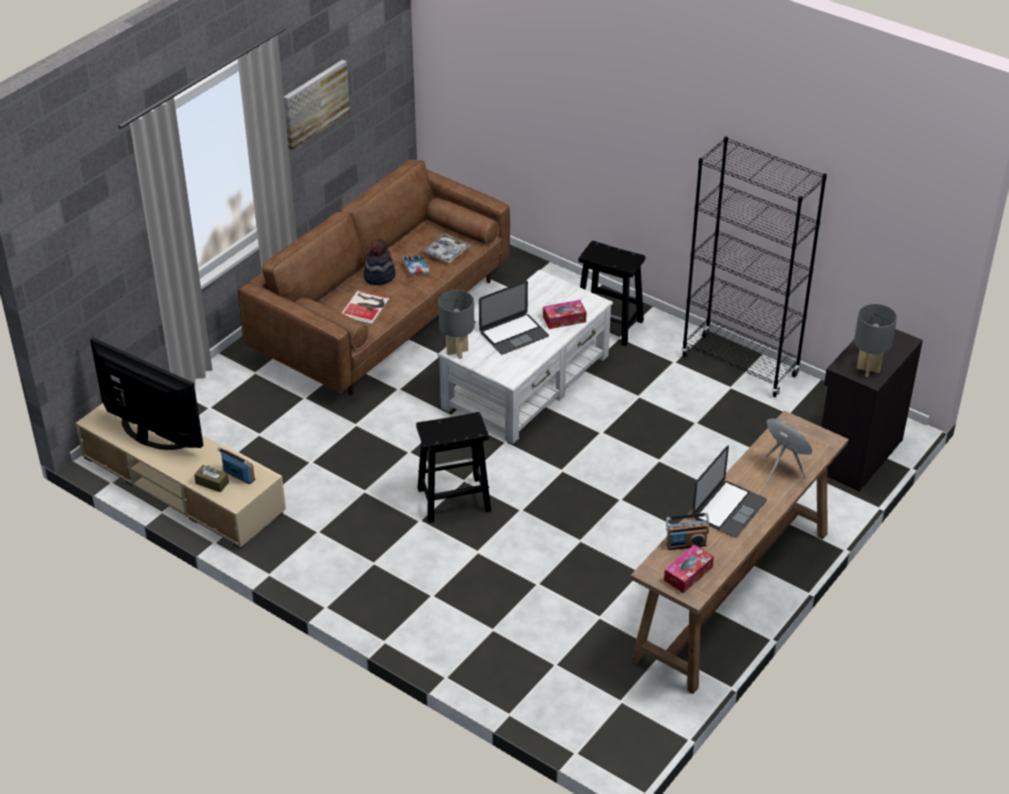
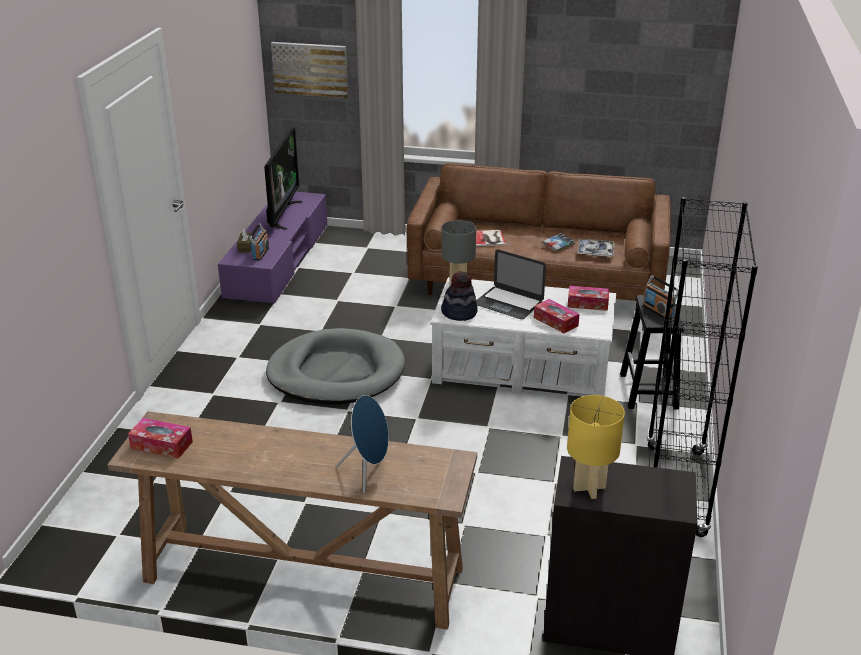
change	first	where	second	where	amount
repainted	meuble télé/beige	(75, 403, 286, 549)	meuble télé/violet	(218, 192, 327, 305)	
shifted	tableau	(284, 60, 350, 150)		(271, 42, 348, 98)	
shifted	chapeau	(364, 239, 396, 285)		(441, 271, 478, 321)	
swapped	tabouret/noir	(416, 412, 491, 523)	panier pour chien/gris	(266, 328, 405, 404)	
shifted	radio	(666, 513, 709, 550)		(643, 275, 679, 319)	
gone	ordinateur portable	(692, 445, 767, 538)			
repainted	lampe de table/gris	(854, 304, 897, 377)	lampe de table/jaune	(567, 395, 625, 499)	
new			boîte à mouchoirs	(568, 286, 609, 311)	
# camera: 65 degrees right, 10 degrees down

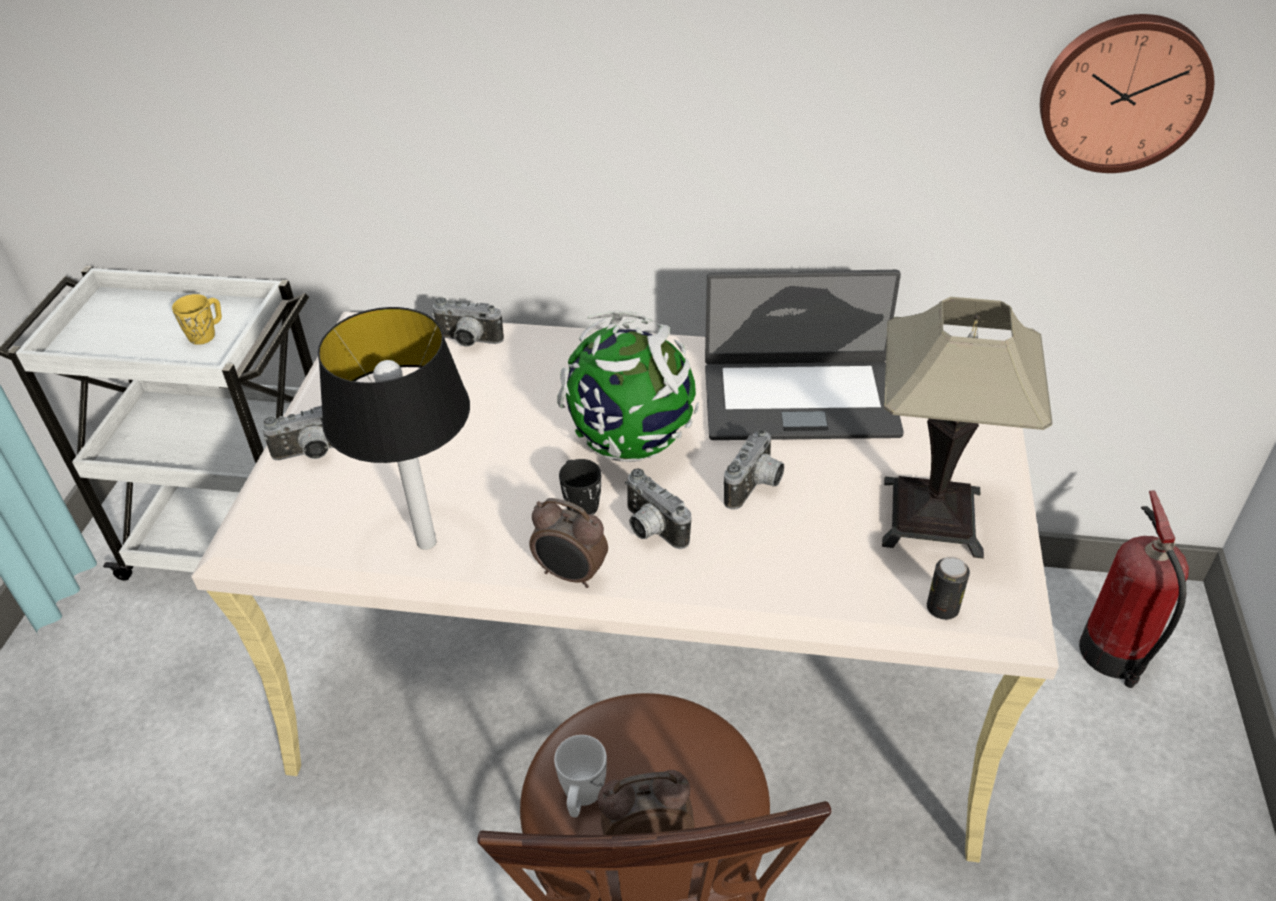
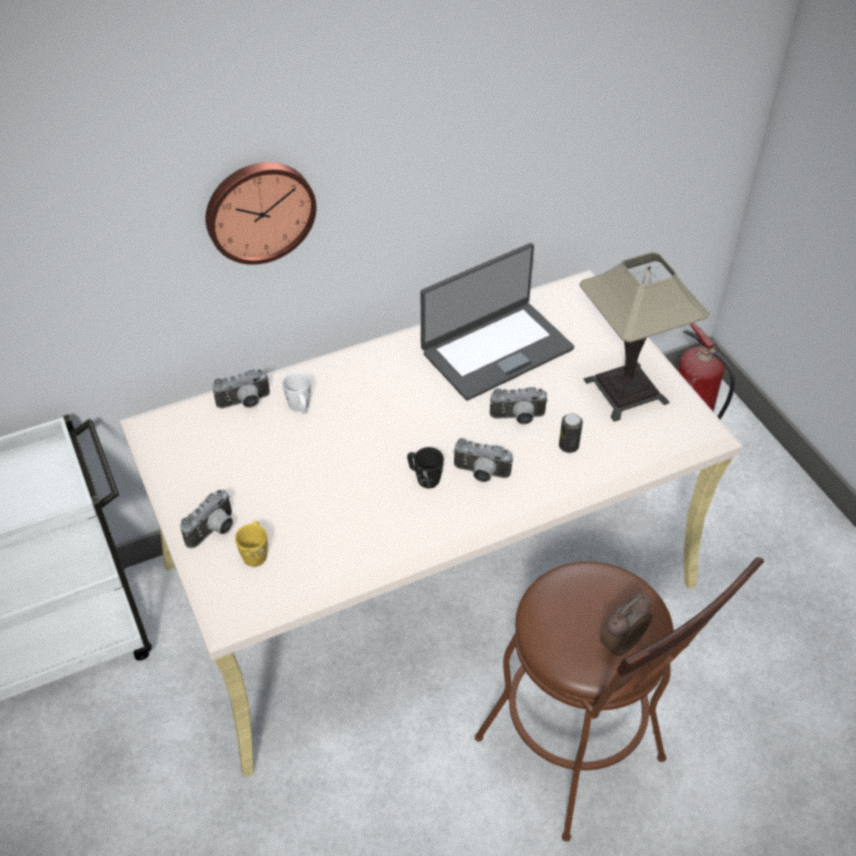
change	first	where	second	where	amount
shifted	mug/jaune	(172, 294, 222, 345)		(235, 521, 268, 567)	
gone	lampe de table	(318, 307, 470, 550)			
gone	réveil	(529, 498, 608, 588)			
shifted	mug/blanc	(554, 735, 607, 817)		(282, 372, 311, 414)	
gone	globe	(557, 310, 699, 462)			
rotated	appareil photo	(724, 430, 784, 510)		(490, 387, 548, 425)	90 degrees clockwise
shifted	boîte métallique	(927, 557, 970, 620)		(559, 413, 583, 453)	
shifted	horloge murale	(1040, 14, 1214, 173)		(206, 162, 316, 265)	
# camera: 35 degrees left, 5 degrees up

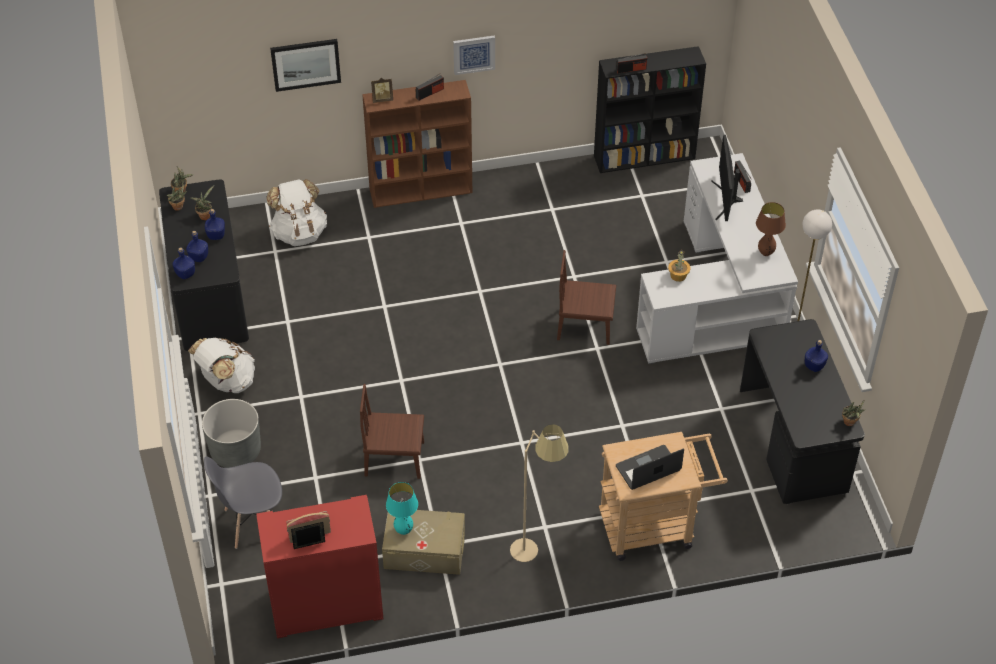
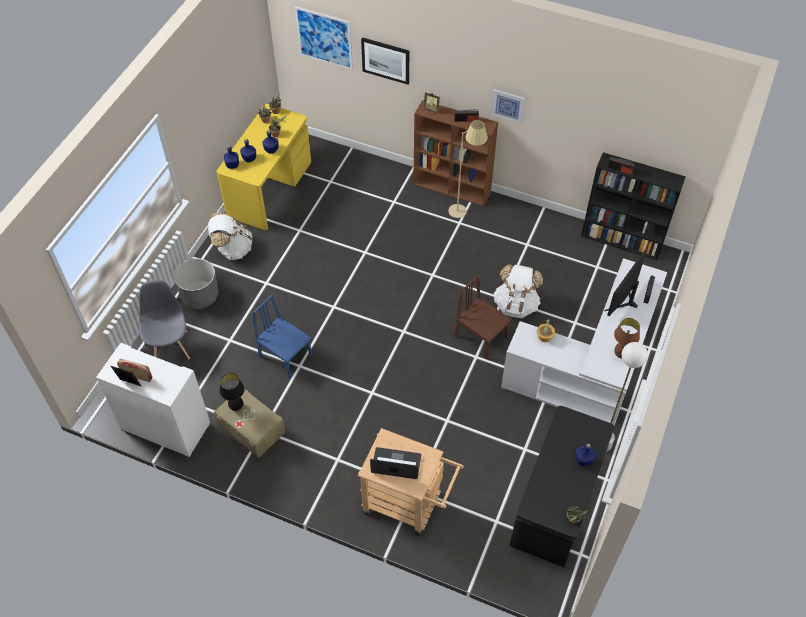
change	first	where	second	where	amount
repainted	bureau/noir	(159, 179, 249, 351)	bureau/jaune	(217, 104, 311, 230)	
rotated	chaise/gris	(204, 456, 282, 549)		(139, 280, 190, 359)	60 degrees clockwise
repainted	meuble de rangement/rouge	(256, 495, 384, 639)	meuble de rangement/blanc	(96, 343, 210, 458)	
shifted	sac à dos/blanc	(266, 179, 327, 246)		(494, 264, 543, 318)	
repainted	chaise/marron	(360, 384, 424, 479)	chaise/bleu	(253, 295, 313, 379)	
repainted	lampe de table/turquoise	(386, 482, 418, 535)	lampe de table/noir	(220, 373, 245, 411)	
shifted	lampadaire/beige	(510, 424, 569, 562)		(448, 120, 488, 218)	
new			tableau	(295, 6, 353, 70)	
# camera: 35 degrees right, 5 degrees up

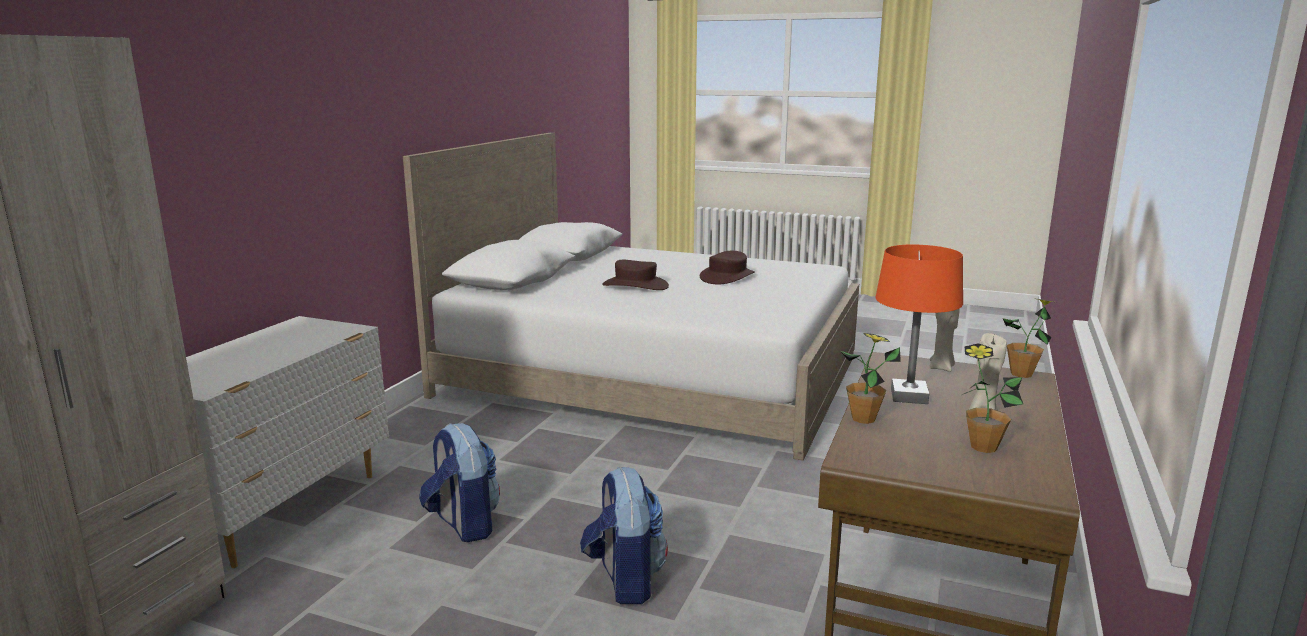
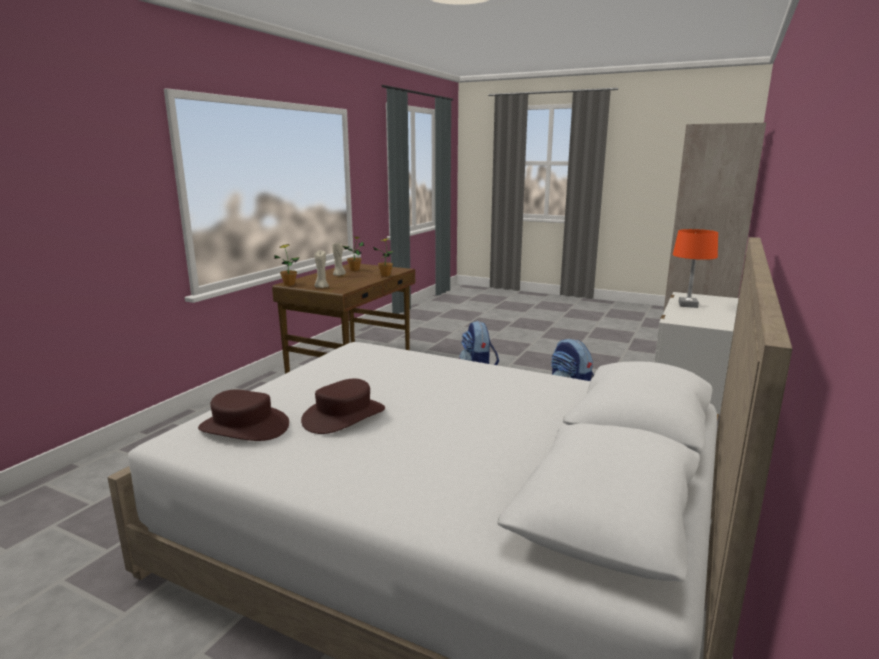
change	first	where	second	where	amount
shifted	chapeau/marron	(602, 260, 669, 290)		(198, 389, 289, 441)	
shifted	lampe de table/orange	(875, 244, 963, 404)		(673, 229, 718, 308)	
# camera: 175 degrees left, 0 degrees up

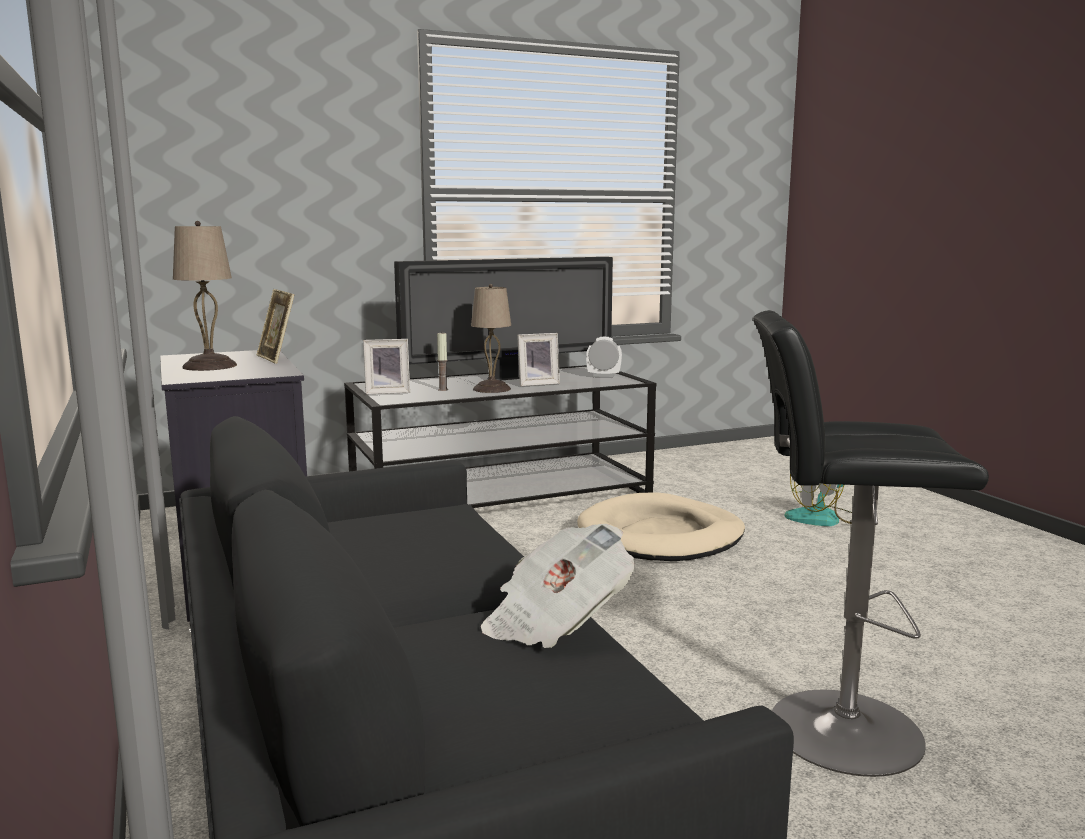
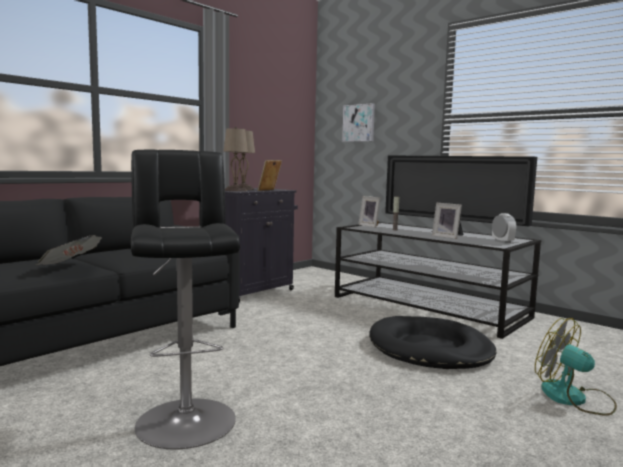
change	first	where	second	where	amount
shifted	lampe de table/beige	(471, 284, 511, 393)		(223, 127, 248, 191)	
repainted	panier pour chien/beige	(577, 492, 745, 561)	panier pour chien/noir	(369, 316, 496, 369)	
new			tableau	(342, 103, 375, 142)	
# camera: 65 degrees right, 5 degrees down

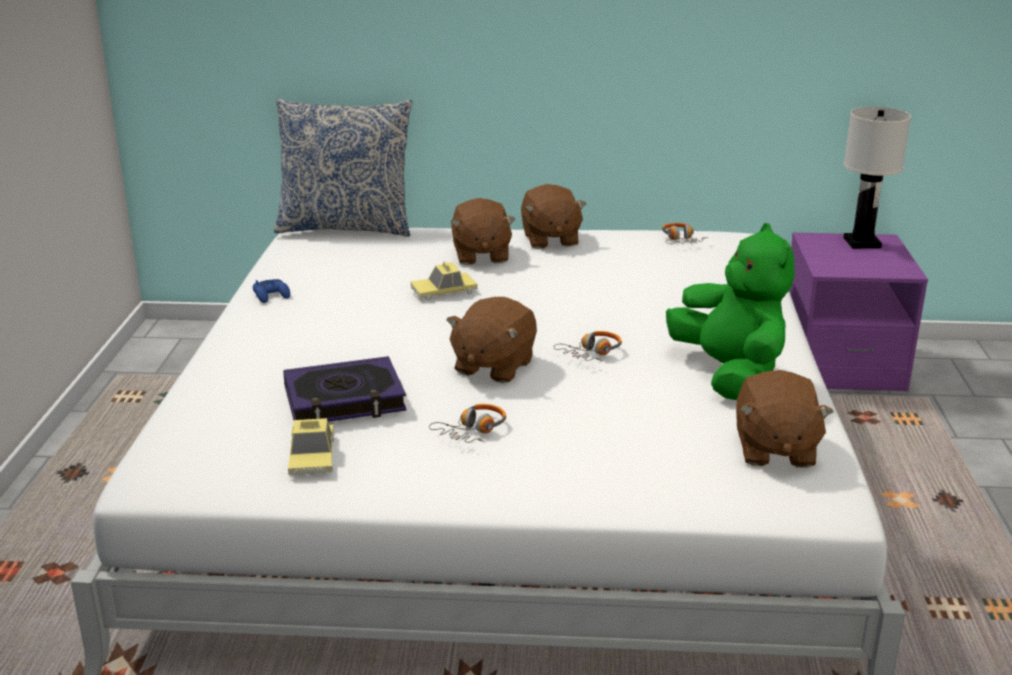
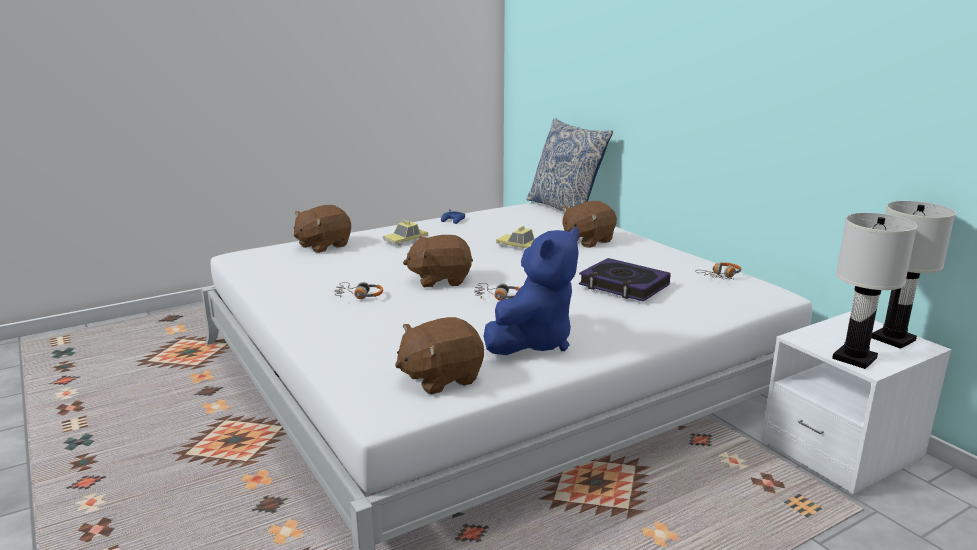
change	first	where	second	where	amount
shifted	livre	(283, 356, 406, 422)		(579, 258, 671, 302)	
shifted	petite voiture	(288, 418, 334, 476)		(383, 220, 428, 246)	
shifted	peluche/marron	(521, 184, 586, 249)		(294, 205, 351, 253)	
repainted	peluche/vert	(666, 223, 794, 400)	peluche/bleu	(483, 227, 579, 355)	
repainted	table de chevet/violet	(789, 233, 928, 392)	table de chevet/blanc	(761, 311, 952, 494)	
new			lampe de table/blanc	(832, 213, 917, 369)	
# camera: 55 degrees right, 5 degrees down

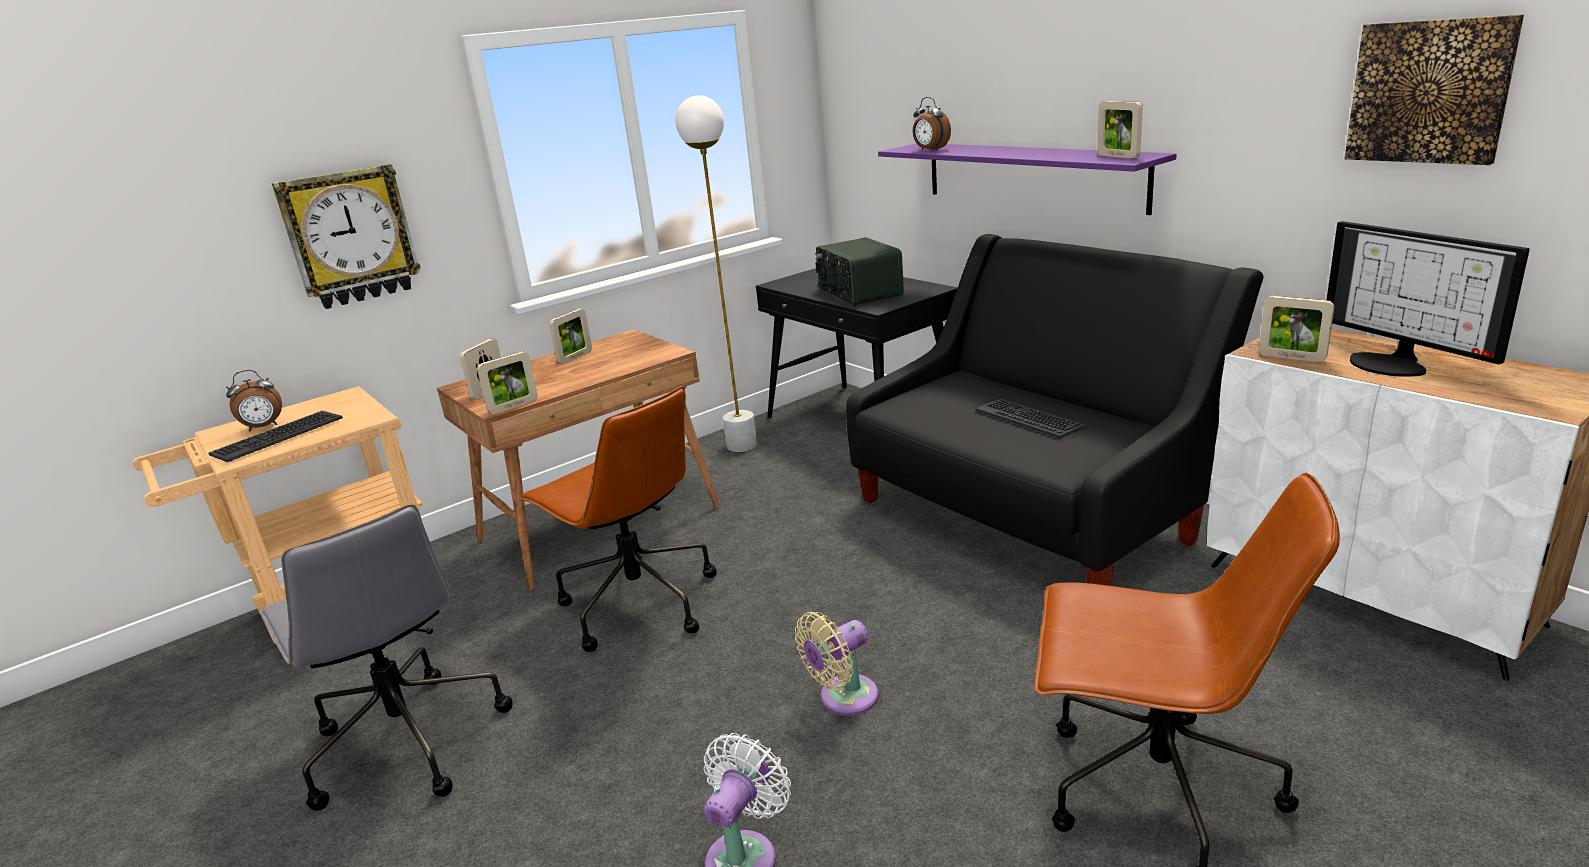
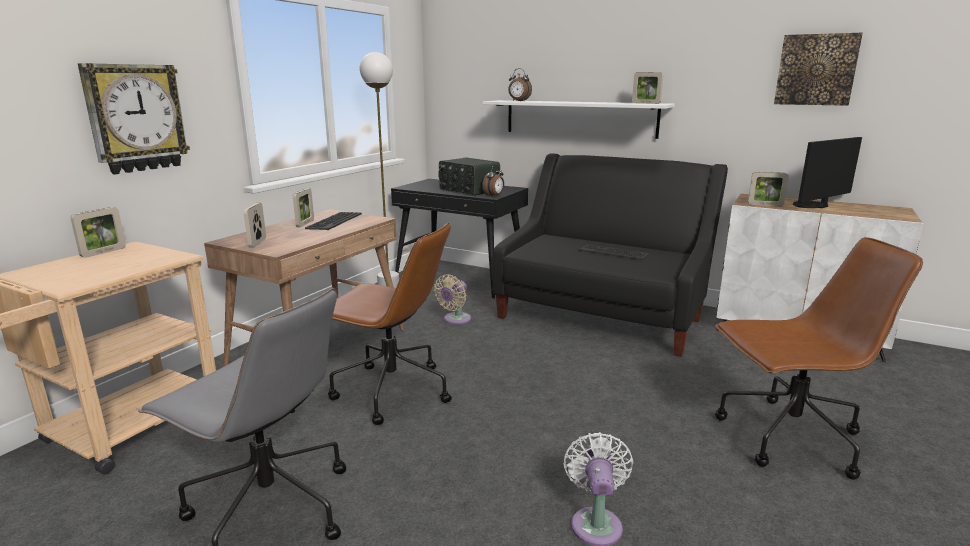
change	first	where	second	where	amount
shifted	clavier	(208, 411, 343, 462)		(305, 212, 362, 230)	
shifted	réveil	(226, 370, 282, 431)		(482, 165, 504, 197)	
shifted	cadre photo	(477, 351, 538, 414)		(71, 207, 126, 258)	
shifted	ventilateur/beige	(795, 612, 879, 716)		(434, 275, 471, 325)	
repainted	étagère/violet	(878, 143, 1177, 215)	étagère/blanc	(483, 100, 675, 139)	
rotated	écran d'ordinateur	(1327, 221, 1530, 377)		(793, 137, 862, 208)	105 degrees clockwise
# camera: 25 degrees left, 5 degrees down

